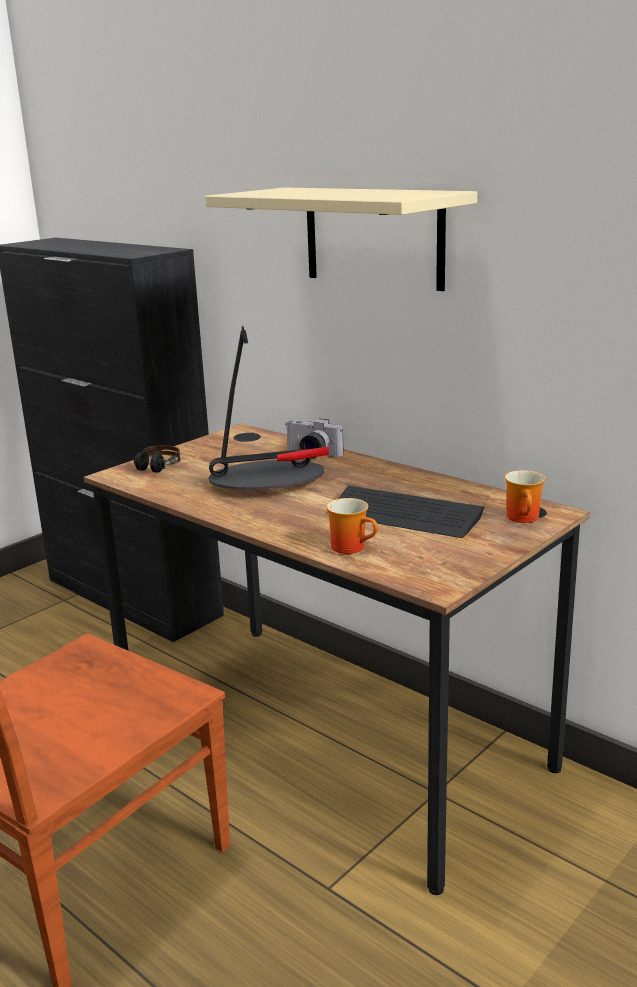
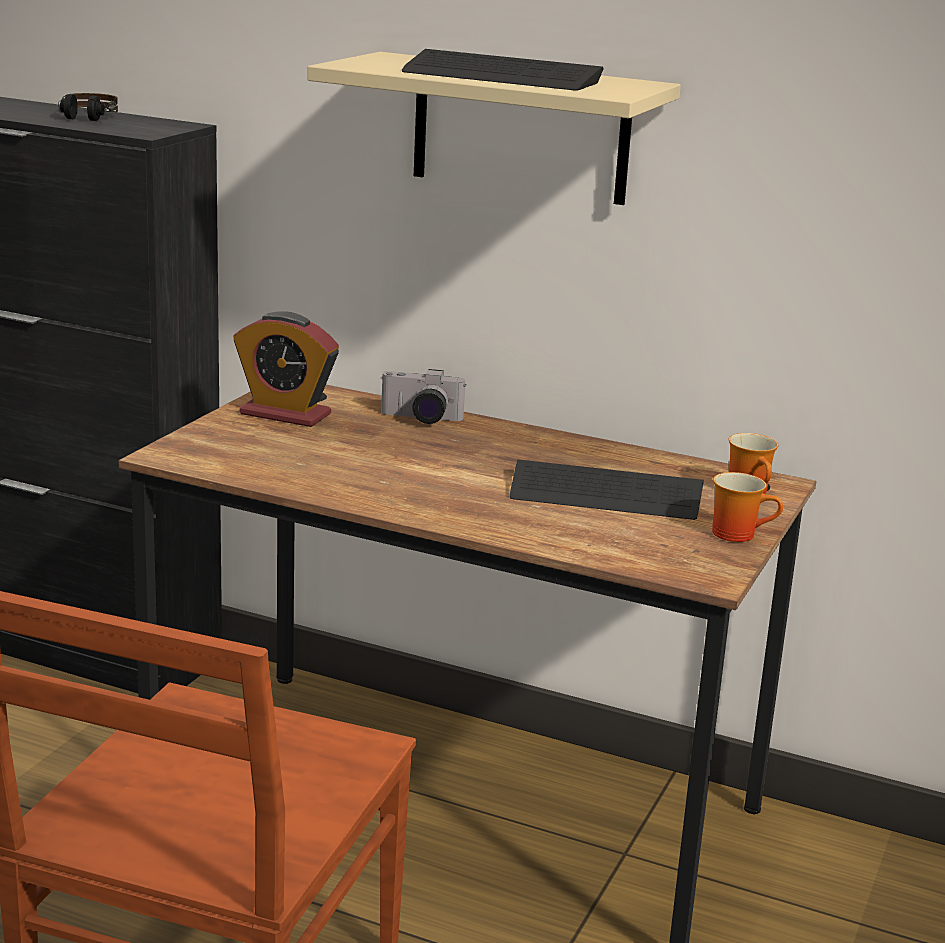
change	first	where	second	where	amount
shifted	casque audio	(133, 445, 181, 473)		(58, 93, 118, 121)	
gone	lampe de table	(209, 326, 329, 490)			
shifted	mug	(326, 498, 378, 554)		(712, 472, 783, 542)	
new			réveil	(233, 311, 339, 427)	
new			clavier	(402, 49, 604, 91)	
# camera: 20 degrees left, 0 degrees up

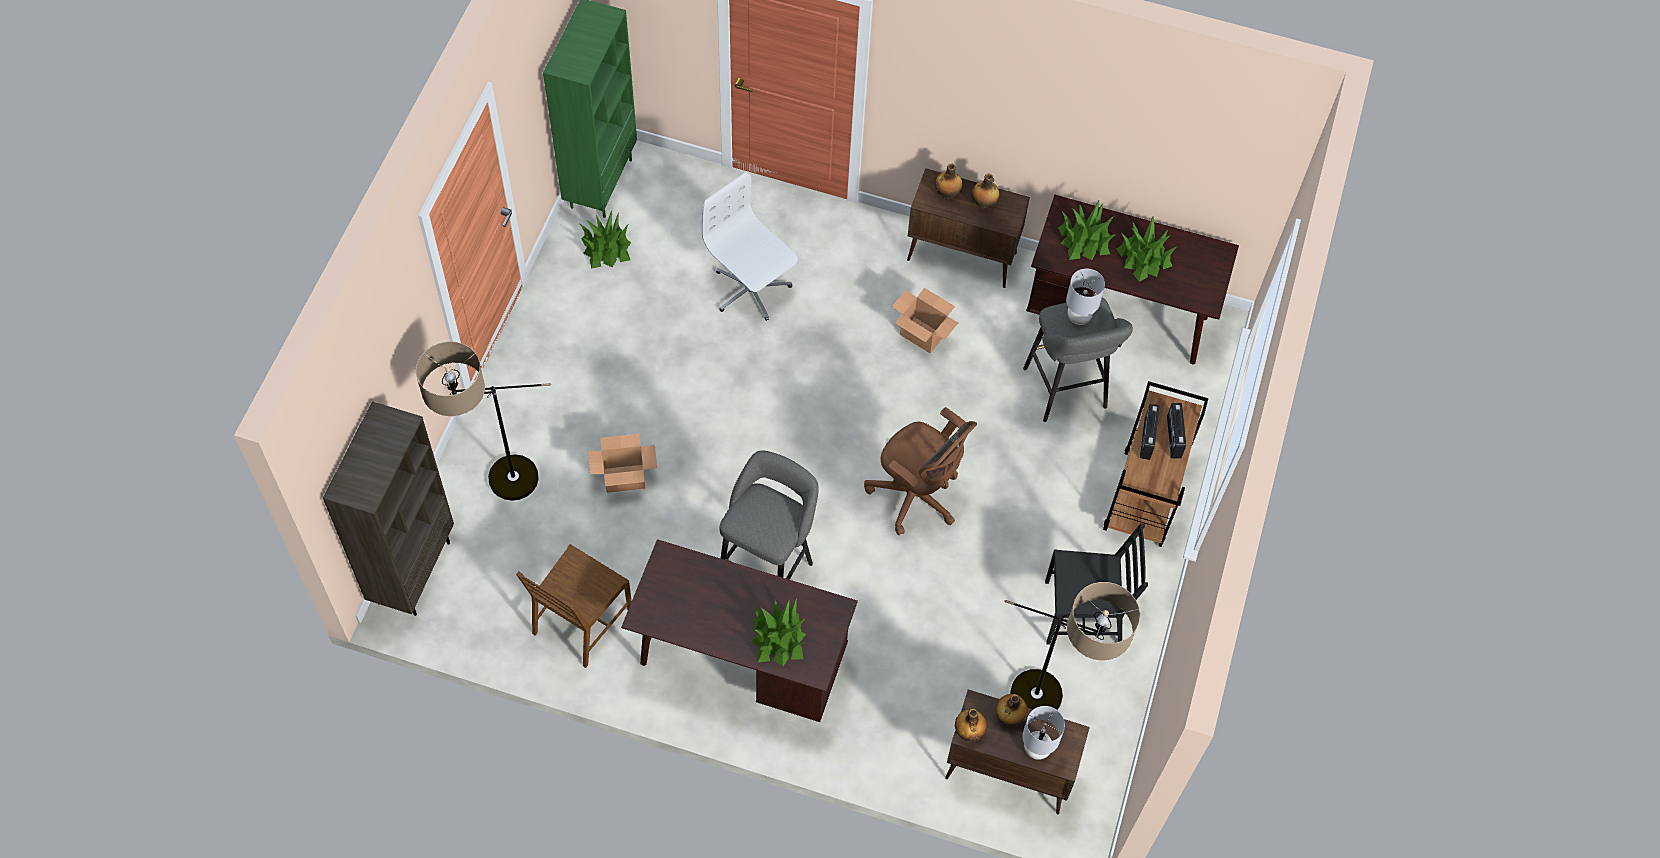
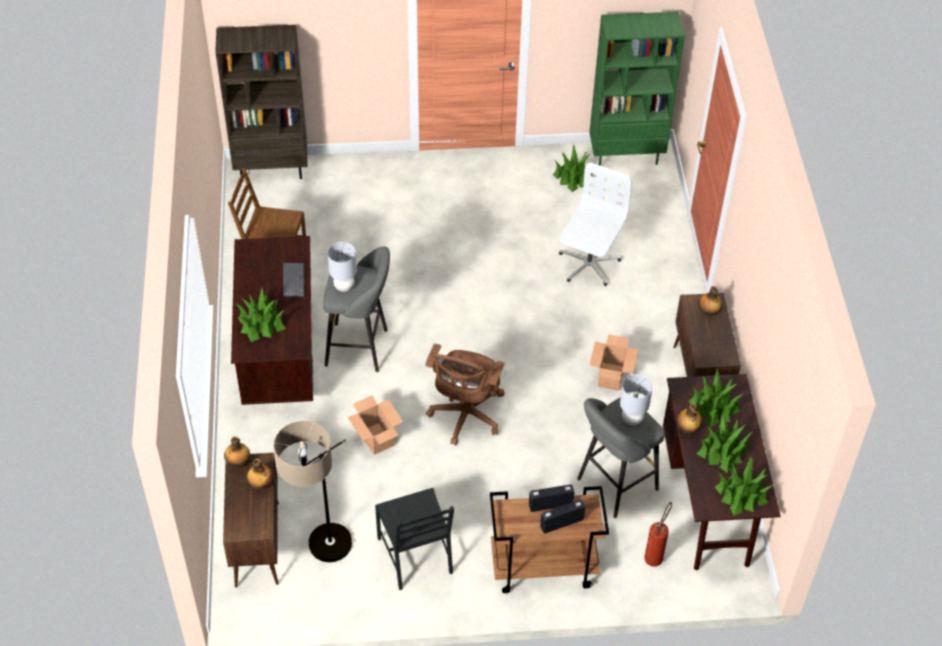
change	first	where	second	where	amount
gone	lampadaire	(416, 342, 551, 501)			
shifted	carton	(588, 434, 657, 493)		(348, 395, 403, 455)	
shifted	bouteille	(971, 173, 1000, 208)		(677, 403, 702, 434)	
shifted	lampe de table/gris	(1022, 706, 1065, 760)		(328, 242, 357, 292)	
new			clavier	(283, 263, 304, 297)	
new			extincteur	(644, 502, 672, 567)	
new			plante en pot	(715, 457, 773, 516)	
# camera: 70 degrees right, 10 degrees down

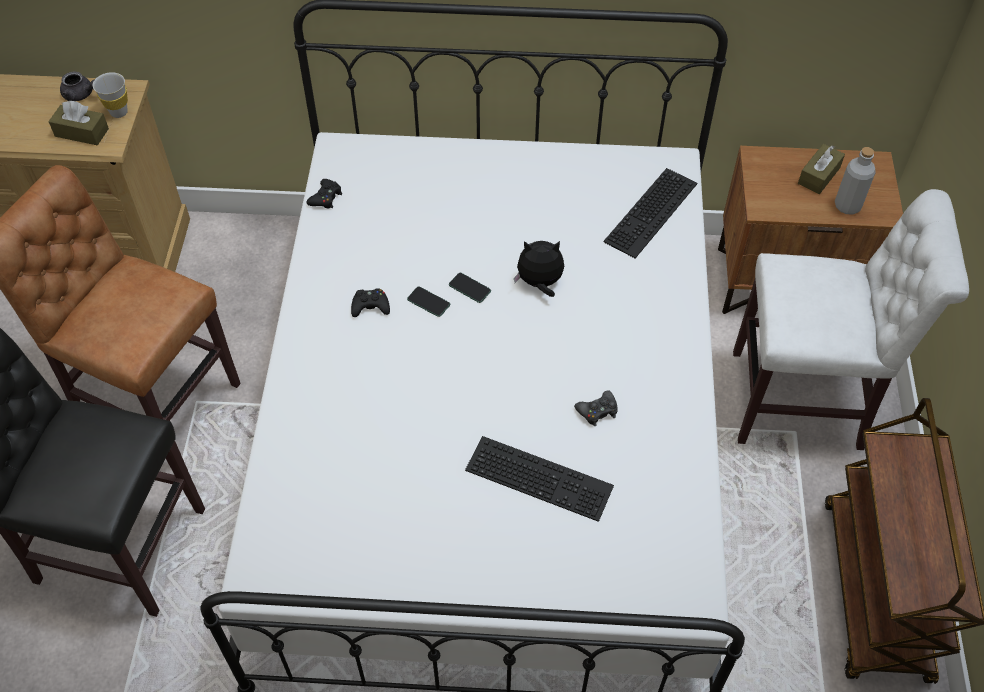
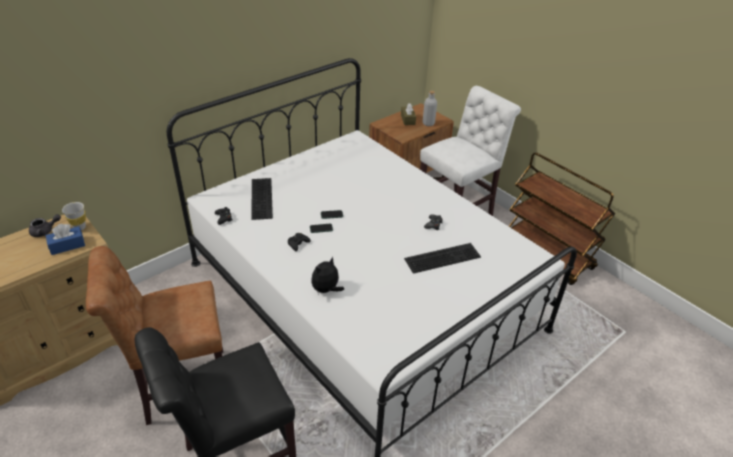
change	first	where	second	where	amount
repainted	boîte à mouchoirs/marron	(48, 101, 109, 145)	boîte à mouchoirs/bleu	(46, 224, 85, 255)	
shifted	peluche	(514, 241, 564, 297)		(311, 256, 344, 295)	
shifted	clavier	(604, 168, 697, 259)		(251, 178, 273, 220)	
# camera: 45 degrees left, 15 degrees down

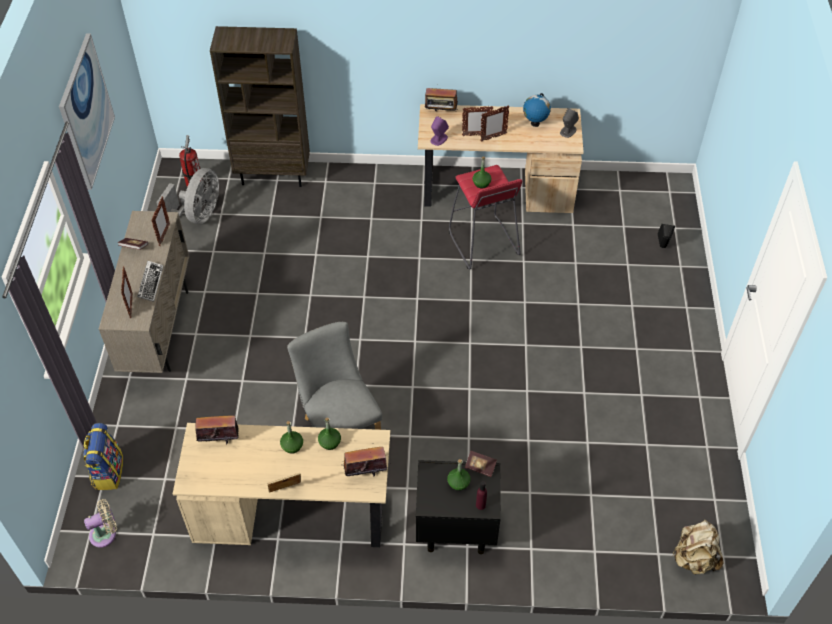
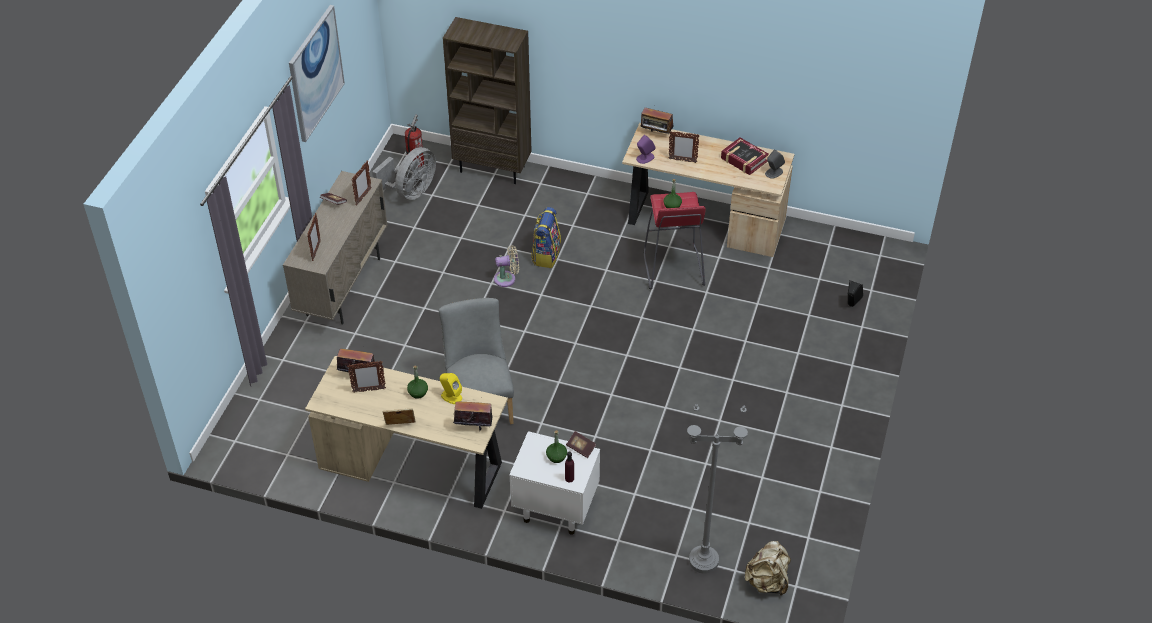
change	first	where	second	where	amount
shifted	sac à dos	(83, 423, 123, 490)		(531, 207, 561, 268)	
shifted	ventilateur/beige	(84, 499, 117, 548)		(494, 245, 519, 287)	
gone	clavier	(137, 261, 164, 302)			
swapped	bouteille/vert	(318, 418, 341, 450)	enceinte/jaune	(440, 373, 462, 404)	
repainted	table de chevet/noir	(416, 460, 501, 554)	table de chevet/blanc	(509, 431, 600, 535)	
shifted	cadre photo	(480, 106, 510, 142)		(347, 361, 386, 393)	
swapped	globe	(523, 93, 551, 127)	livre	(721, 138, 769, 175)	
new			lampadaire/gris	(687, 404, 748, 574)	
# camera: 15 degrees right, 5 degrees down

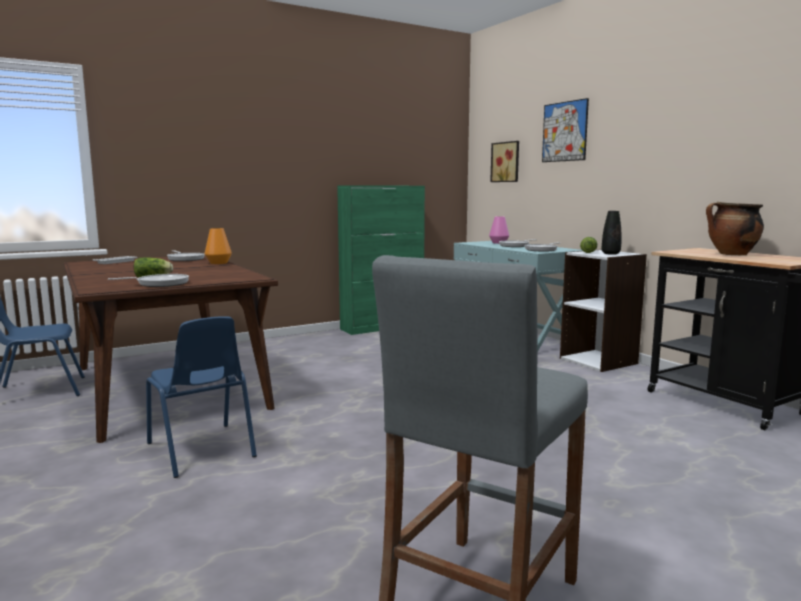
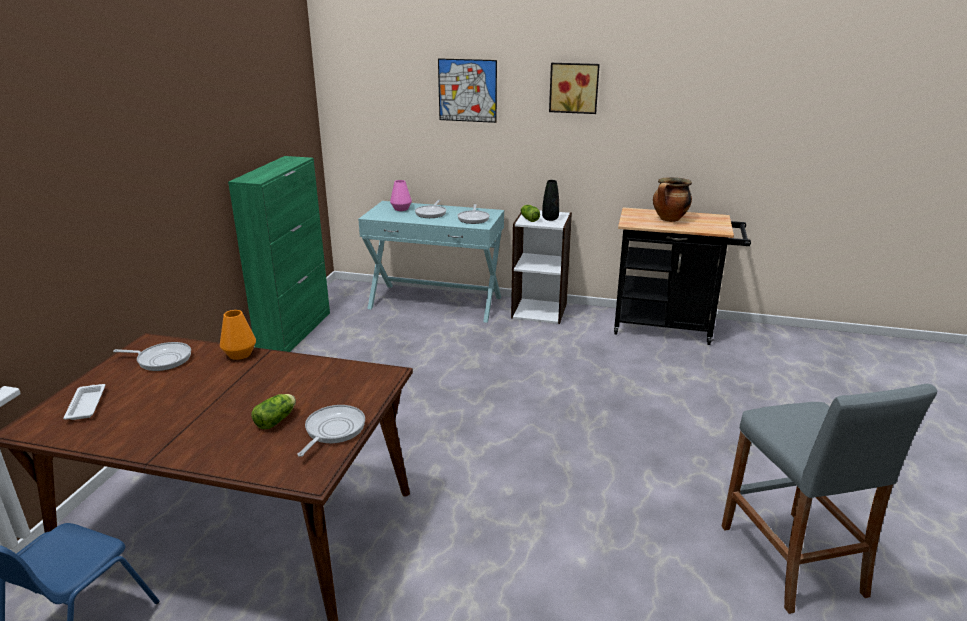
change	first	where	second	where	amount
gone	chaise/bleu	(146, 316, 257, 478)			
shifted	tableau	(490, 141, 519, 182)		(549, 63, 600, 114)	
# camera: 45 degrees left, 15 degrees up

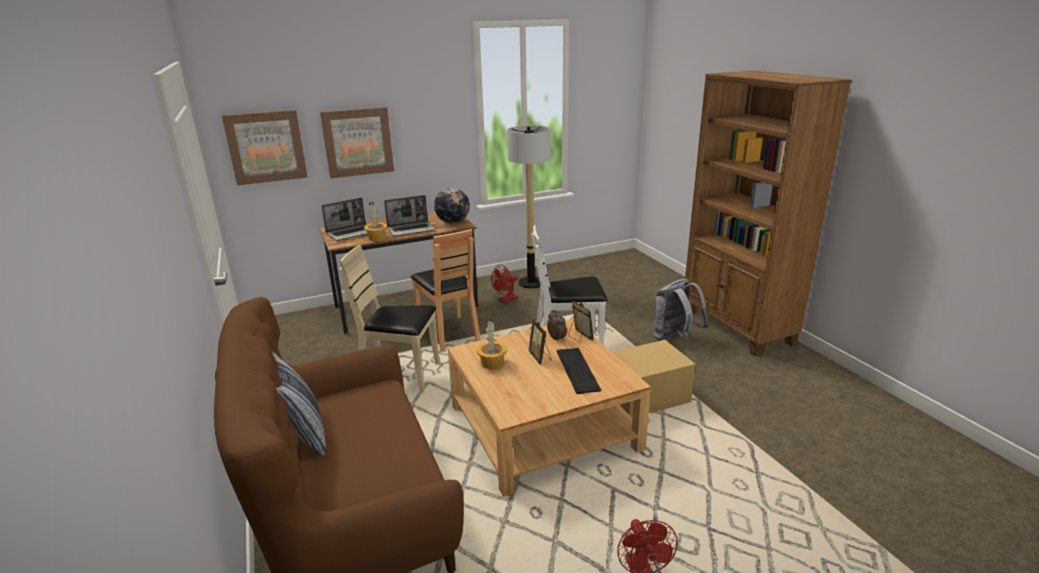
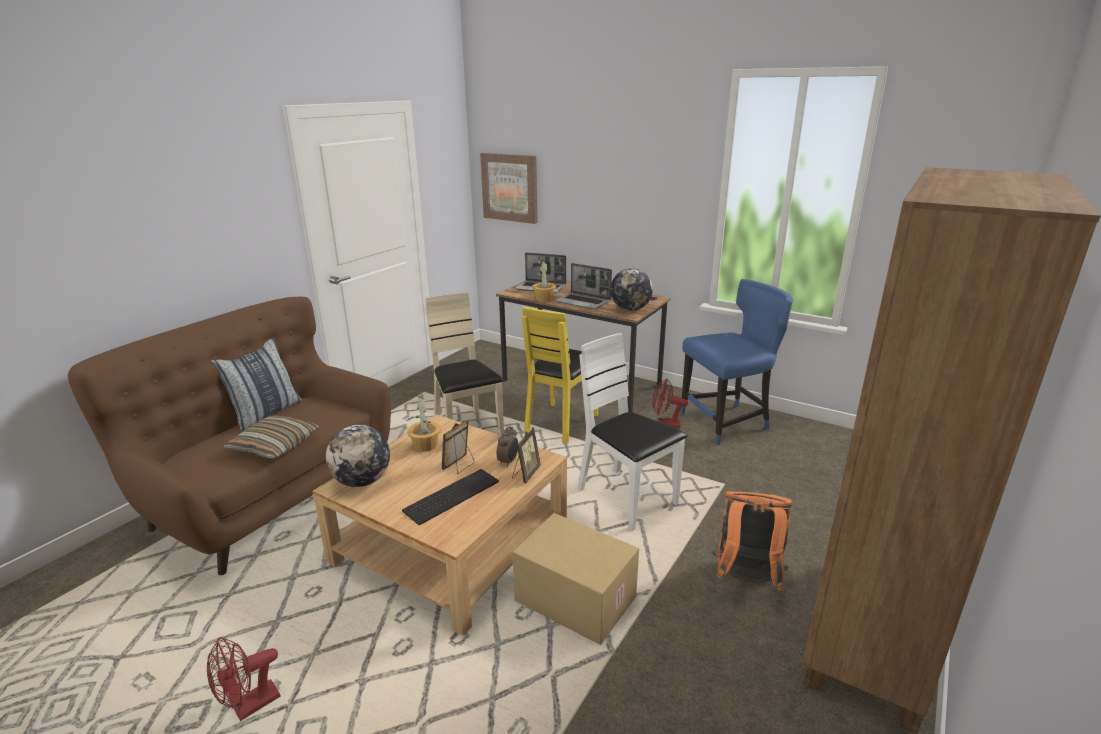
change	first	where	second	where	amount
gone	tableau	(320, 107, 394, 178)			
repainted	chaise/marron	(410, 229, 481, 352)	chaise/jaune	(522, 306, 598, 444)	
swapped	lampadaire	(507, 126, 551, 288)	chaise/bleu	(681, 279, 793, 445)	
repainted	sac à dos/gris	(653, 279, 708, 341)	sac à dos/orange	(712, 491, 792, 591)	
new			coussin	(224, 415, 320, 460)	
new			globe	(326, 425, 390, 487)	
# camera: 55 degrees right, 0 degrees up

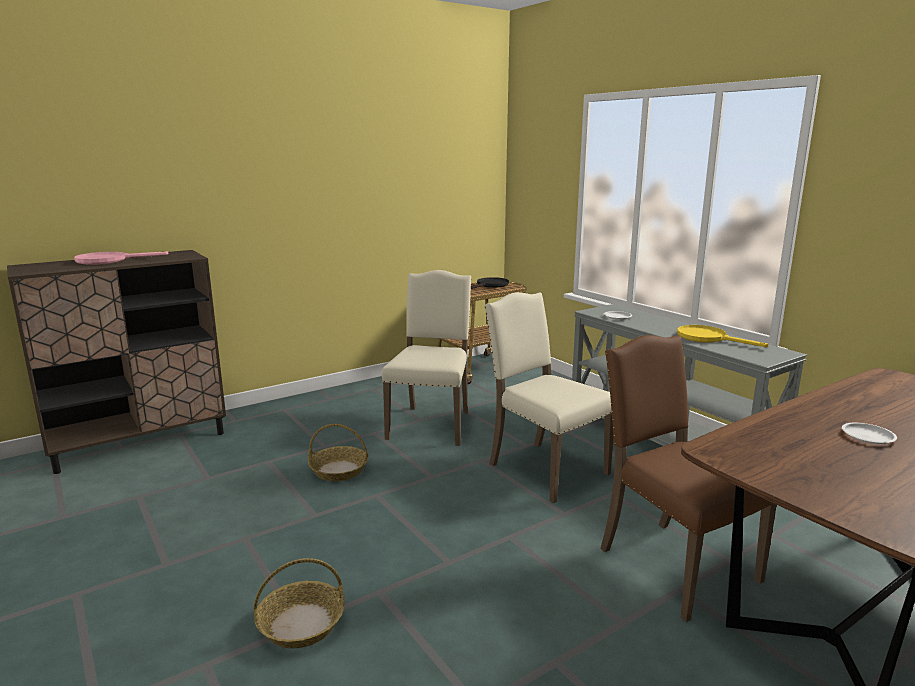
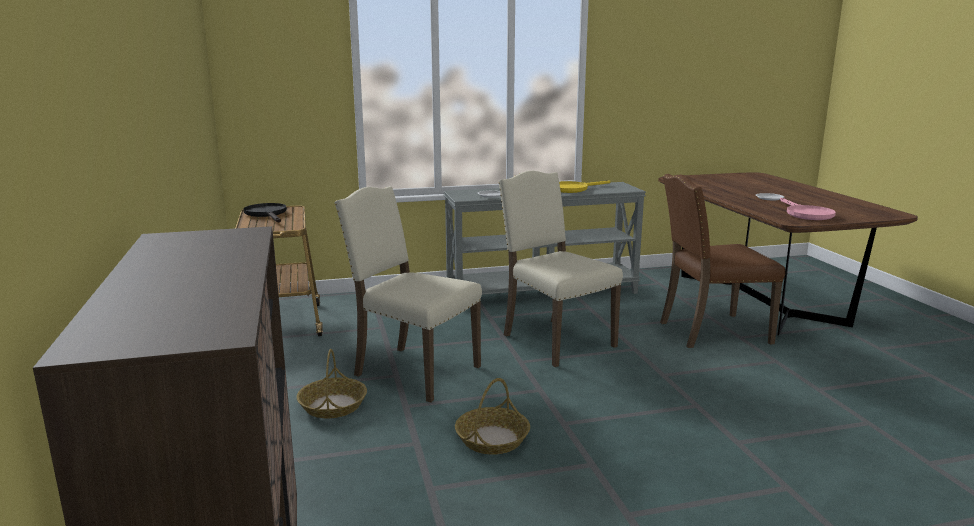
change	first	where	second	where	amount
shifted	poêle/rose	(74, 251, 168, 265)		(780, 198, 836, 220)	
shifted	panier	(253, 558, 345, 648)		(297, 349, 367, 418)	
rotated	chaise/beige	(484, 292, 613, 503)		(498, 171, 623, 367)	75 degrees clockwise
# camera: 70 degrees left, 0 degrees up

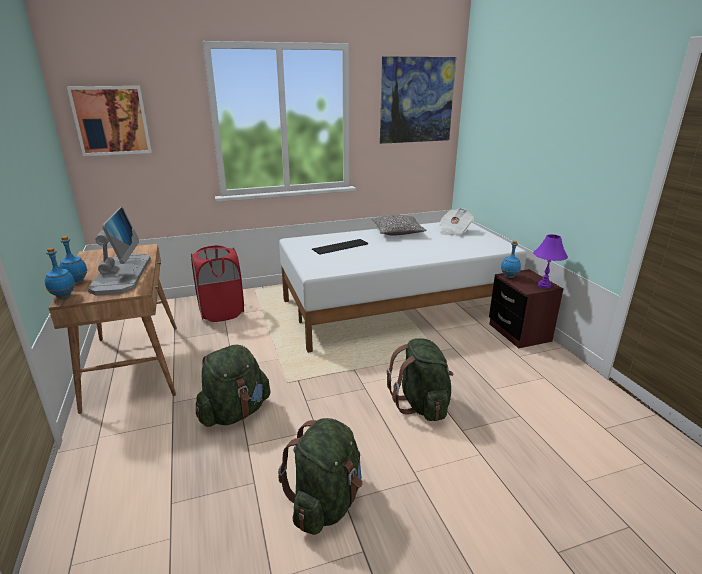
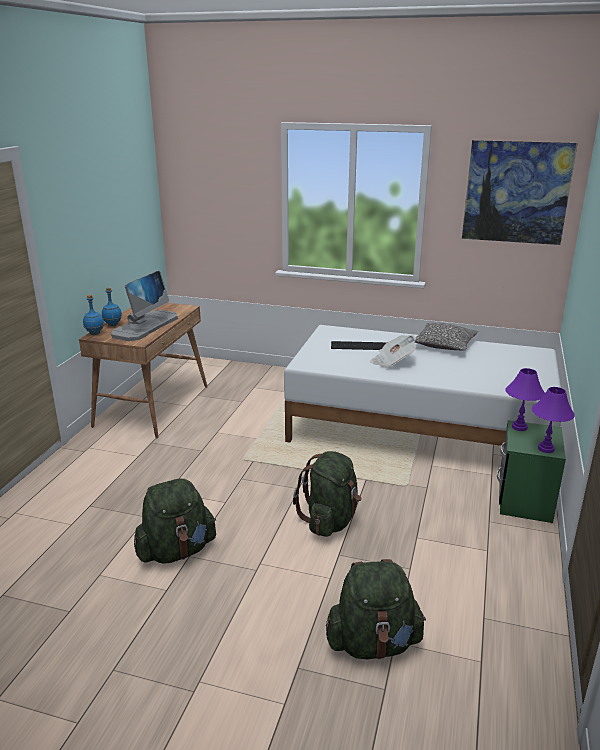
change	first	where	second	where	amount
gone	tableau	(67, 86, 152, 156)			
gone	panier à linge/rouge	(191, 245, 244, 322)			
shifted	sac à dos/vert	(196, 345, 270, 427)		(326, 559, 426, 659)	
shifted	journal	(439, 208, 474, 235)		(370, 335, 416, 368)	
repainted	table de chevet/marron	(489, 269, 563, 348)	table de chevet/vert	(497, 420, 566, 523)	
swapped	bouteille/bleu	(501, 241, 521, 278)	lampe de table/violet	(505, 368, 545, 431)	
# camera: 35 degrees right, 0 degrees up

